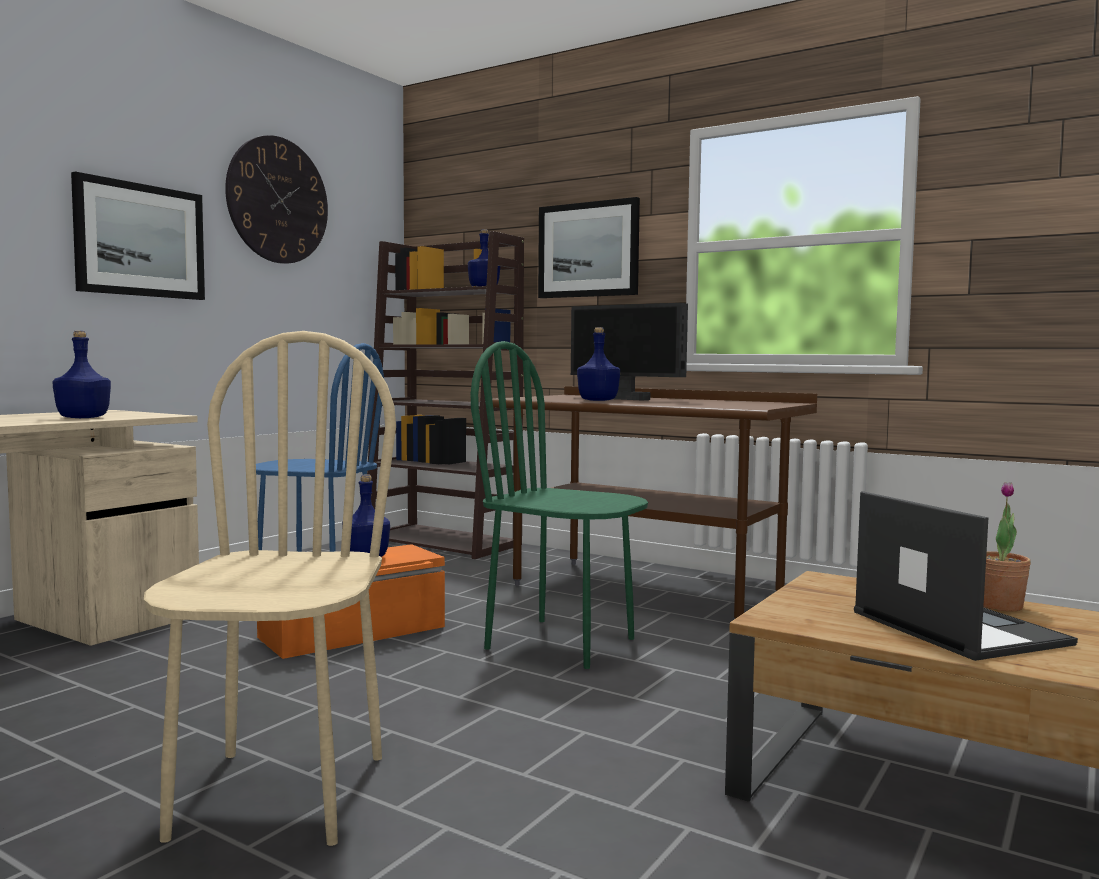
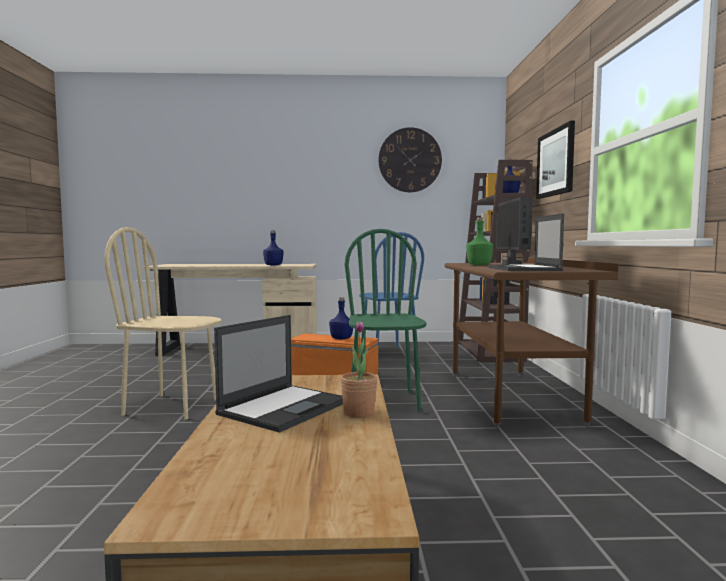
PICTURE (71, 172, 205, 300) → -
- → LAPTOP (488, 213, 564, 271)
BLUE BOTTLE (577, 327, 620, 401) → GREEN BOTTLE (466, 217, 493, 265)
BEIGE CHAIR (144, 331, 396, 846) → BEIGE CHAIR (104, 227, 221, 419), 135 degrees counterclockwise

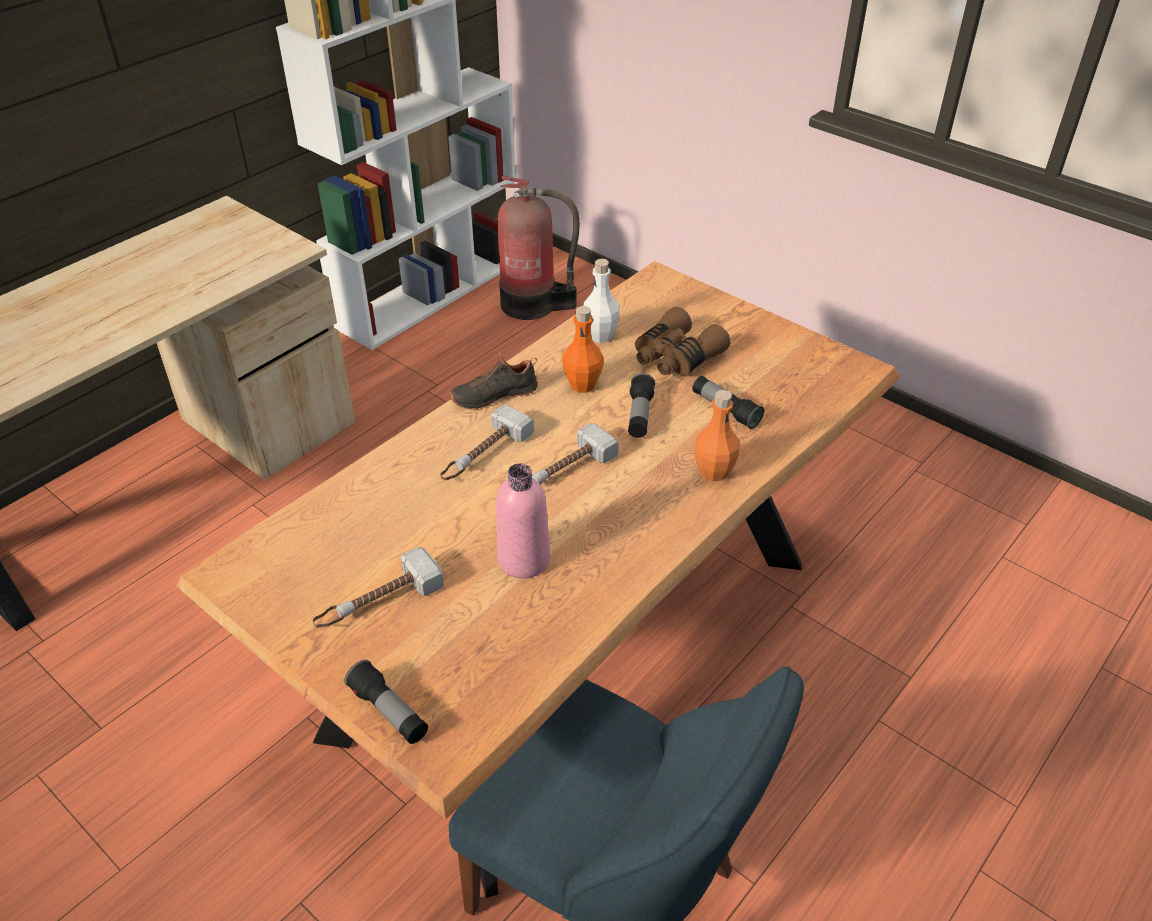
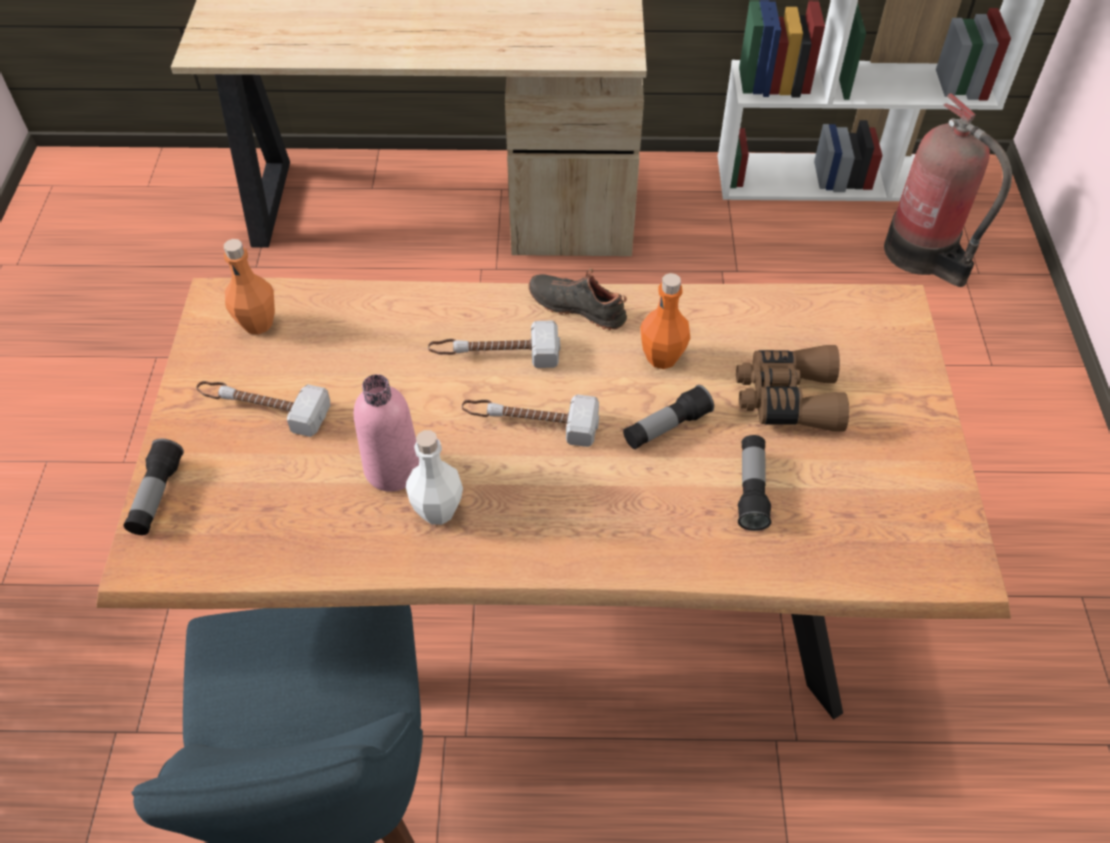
WHITE BOTTLE (583, 259, 620, 343) → WHITE BOTTLE (406, 430, 463, 525), move
ORANGE BOTTLE (695, 390, 740, 481) → ORANGE BOTTLE (224, 239, 275, 334), move

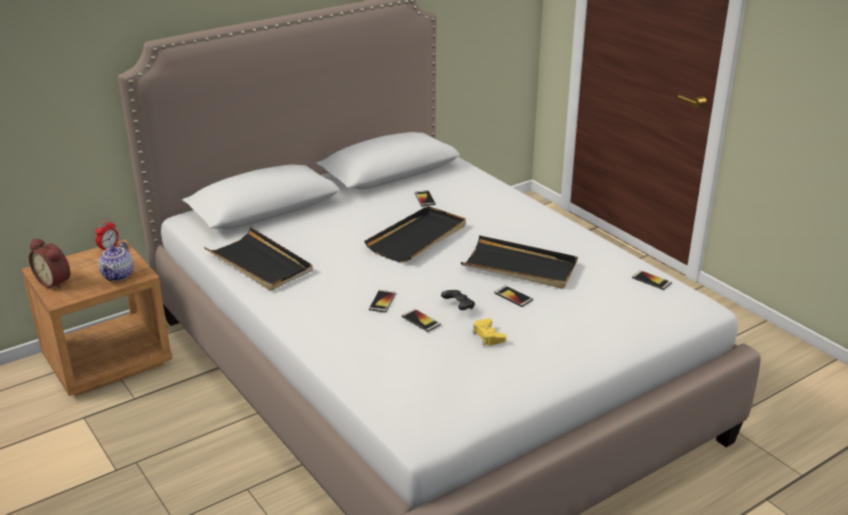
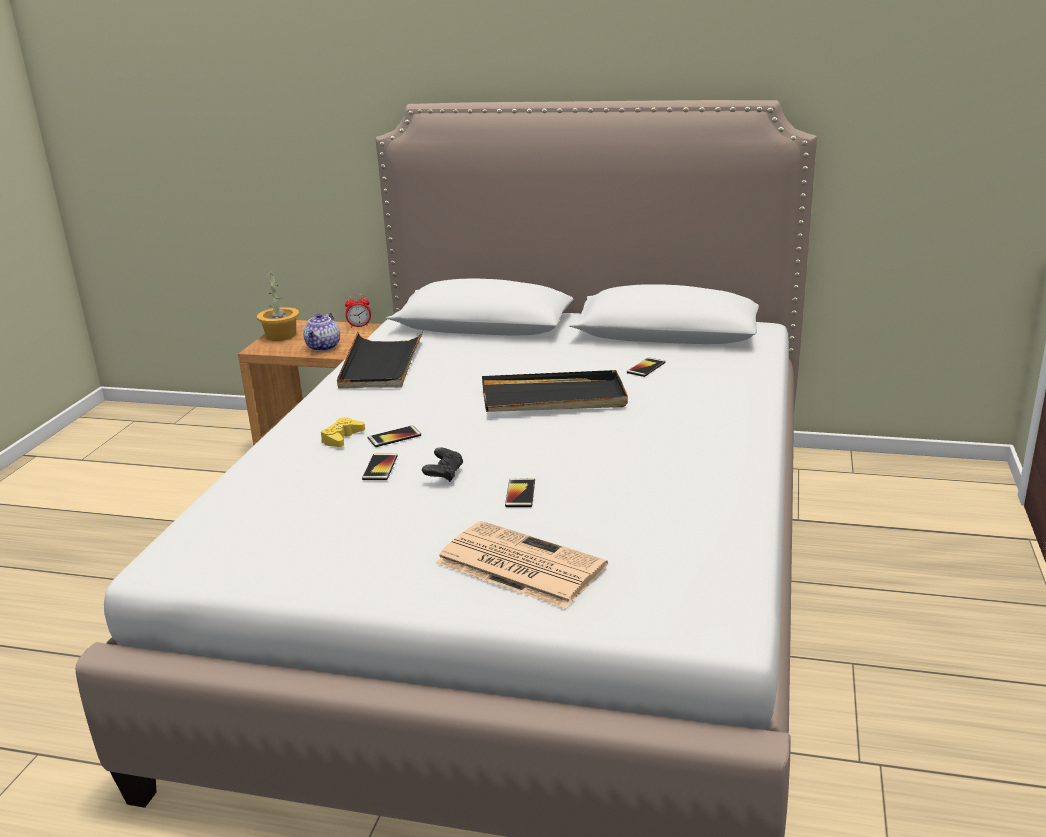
BLACK TRAY (461, 235, 578, 289) → -
PHONE (632, 270, 672, 290) → -
- → NEWSPAPER (436, 521, 608, 608)
YELLOW GAME CONTROLLER (473, 318, 506, 346) → YELLOW GAME CONTROLLER (321, 417, 365, 447), move
ALARM CLOCK (29, 238, 70, 289) → POTTED PLANT (257, 269, 299, 341)
TEAPOT (98, 242, 134, 281) → TEAPOT (303, 312, 340, 352), 45 degrees counterclockwise

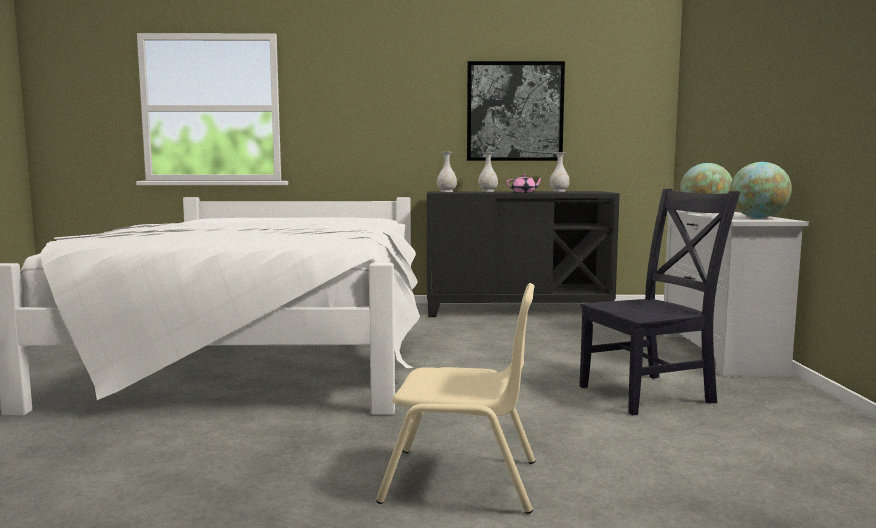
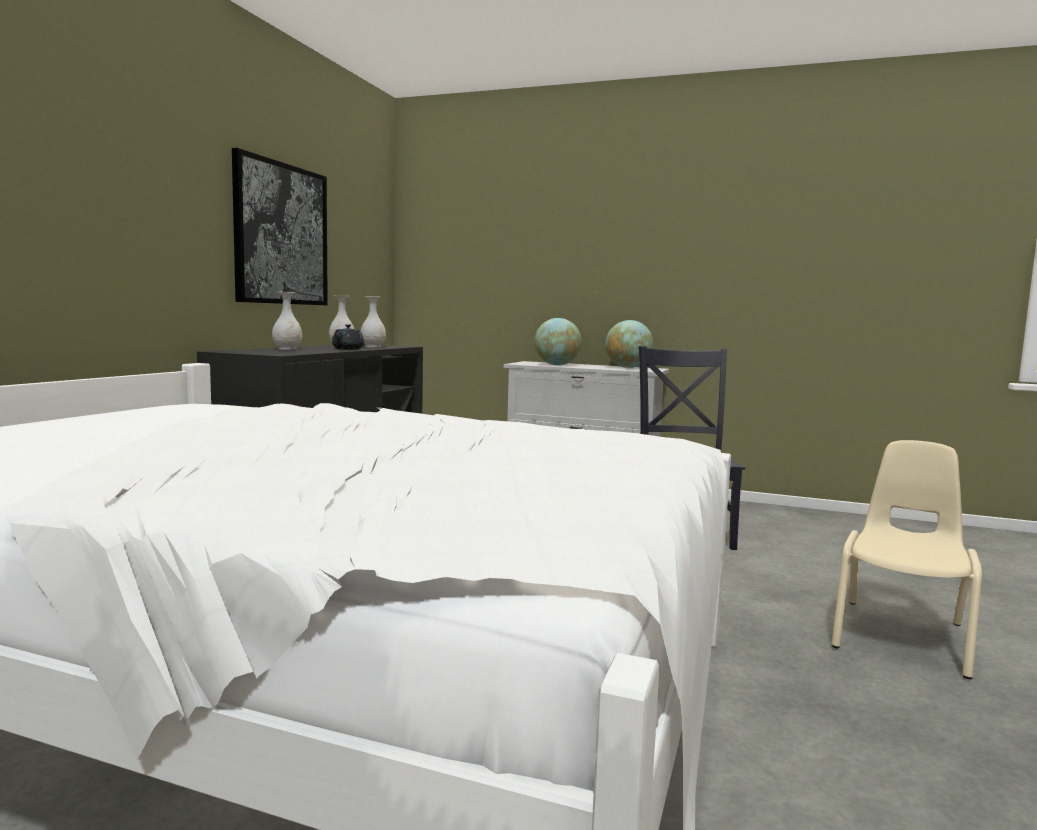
WHITE VASE (437, 152, 457, 192) → WHITE VASE (360, 296, 386, 347), move
PINK TEAPOT (506, 174, 543, 193) → BLACK TEAPOT (332, 324, 364, 350)

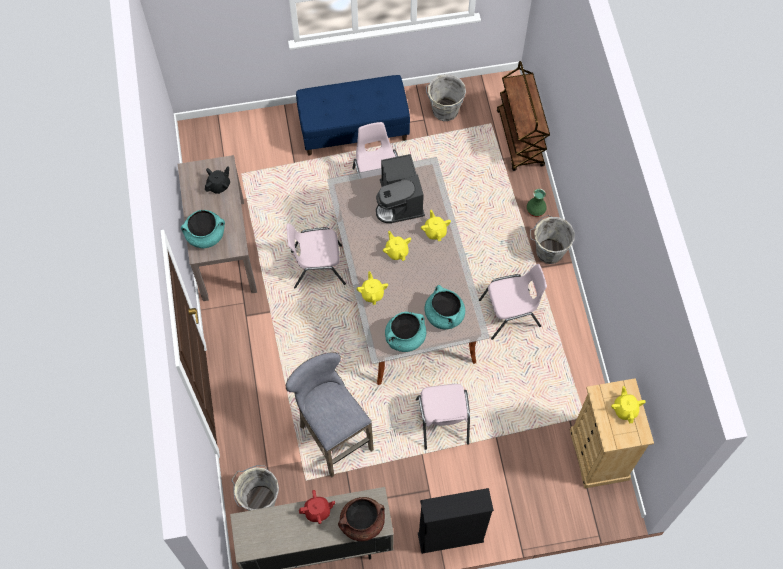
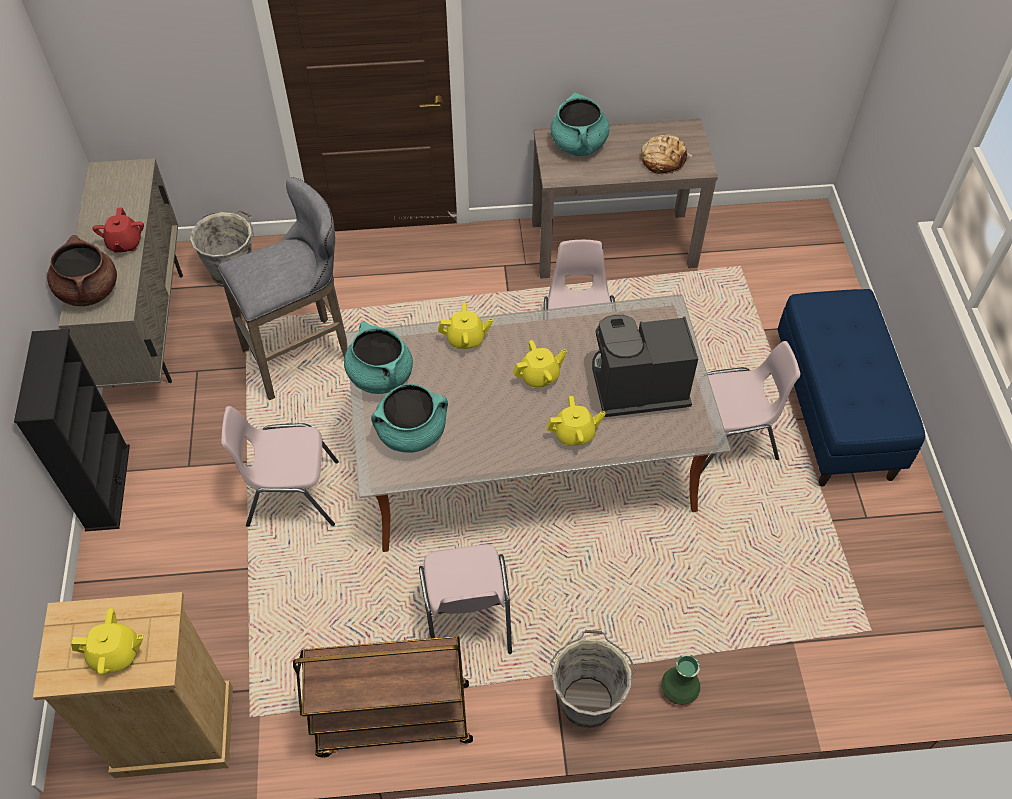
GREY BUCKET (426, 74, 466, 121) → -
BROWN CART (497, 61, 550, 171) → BROWN CART (293, 636, 473, 758), move
BLACK TEAPOT (205, 167, 230, 194) → BREAD (641, 134, 692, 174)

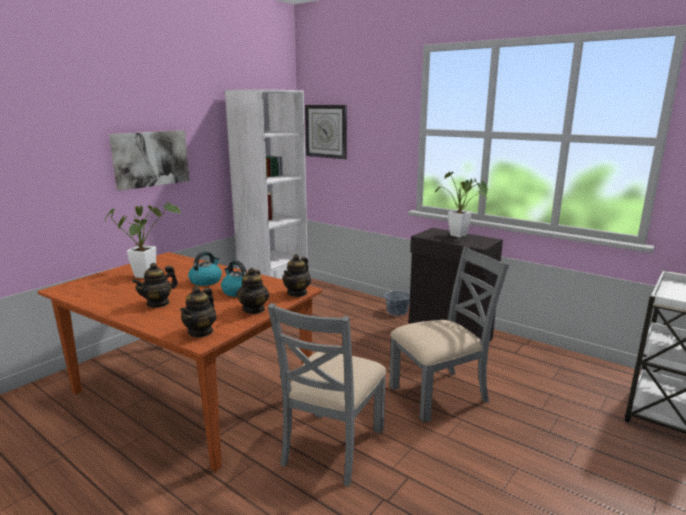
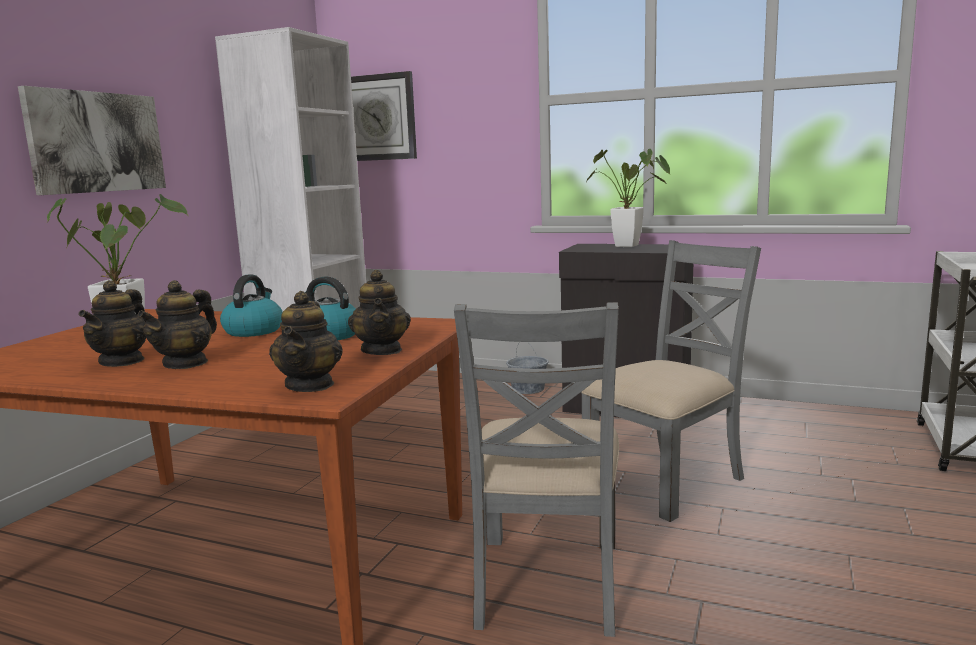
TEAPOT (283, 254, 311, 297) → TEAPOT (79, 280, 146, 367), move

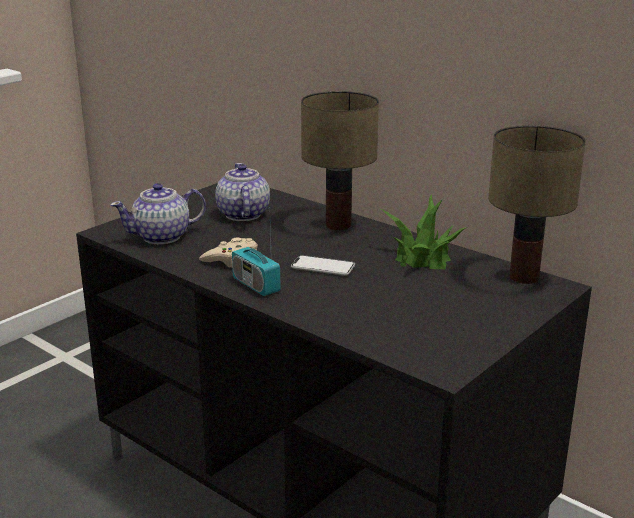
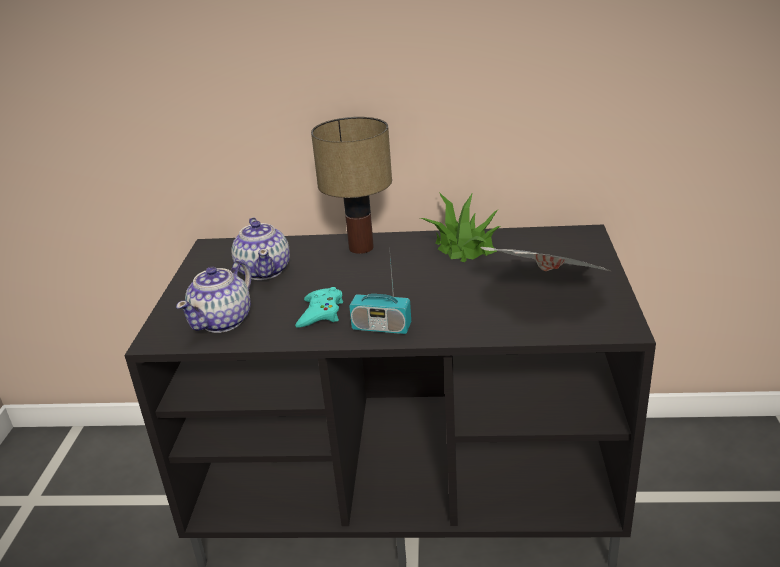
PHONE (291, 255, 355, 276) → -
TABLE LAMP (488, 125, 586, 284) → -
- → NEWSPAPER (481, 247, 610, 271)
BEIGE GAME CONTROLLER (199, 238, 258, 268) → TURQUOISE GAME CONTROLLER (295, 287, 343, 328)
TEAPOT (215, 163, 270, 221) → TEAPOT (231, 217, 290, 280), 150 degrees counterclockwise

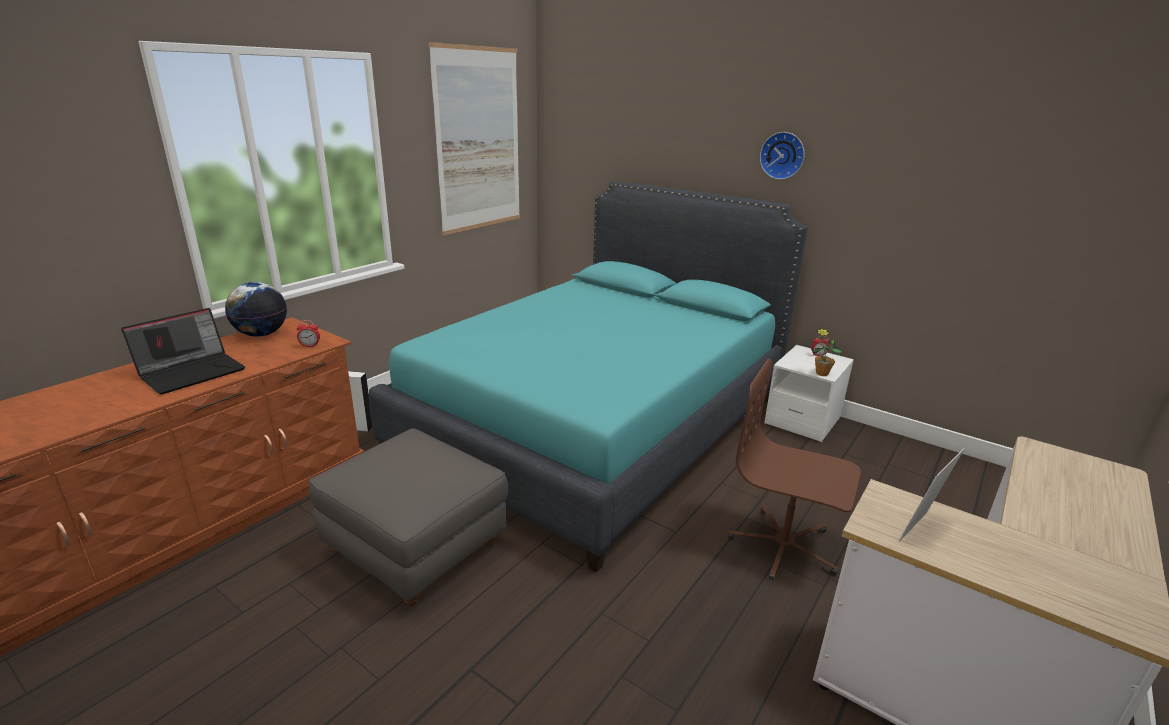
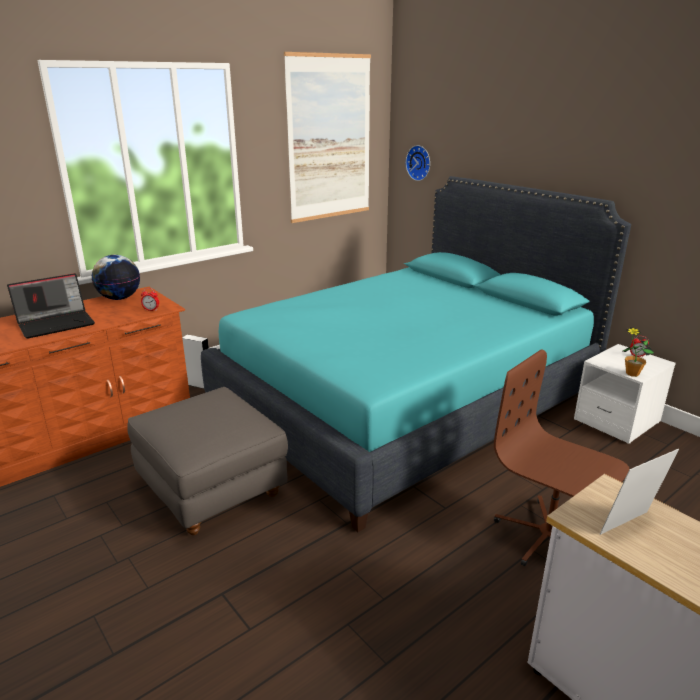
WALL CLOCK (760, 132, 805, 180) → WALL CLOCK (406, 145, 430, 181), move

